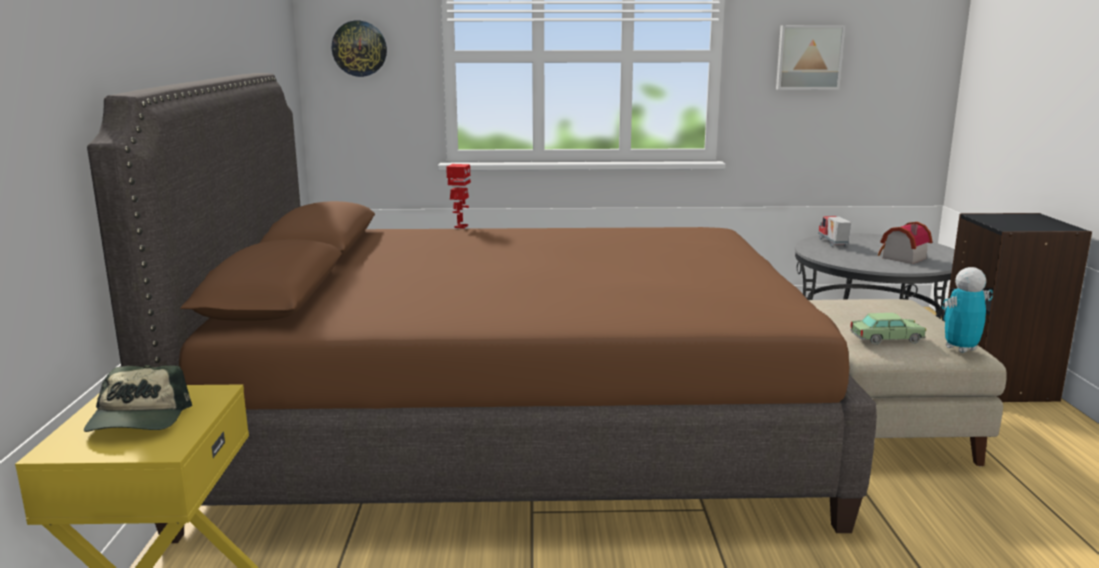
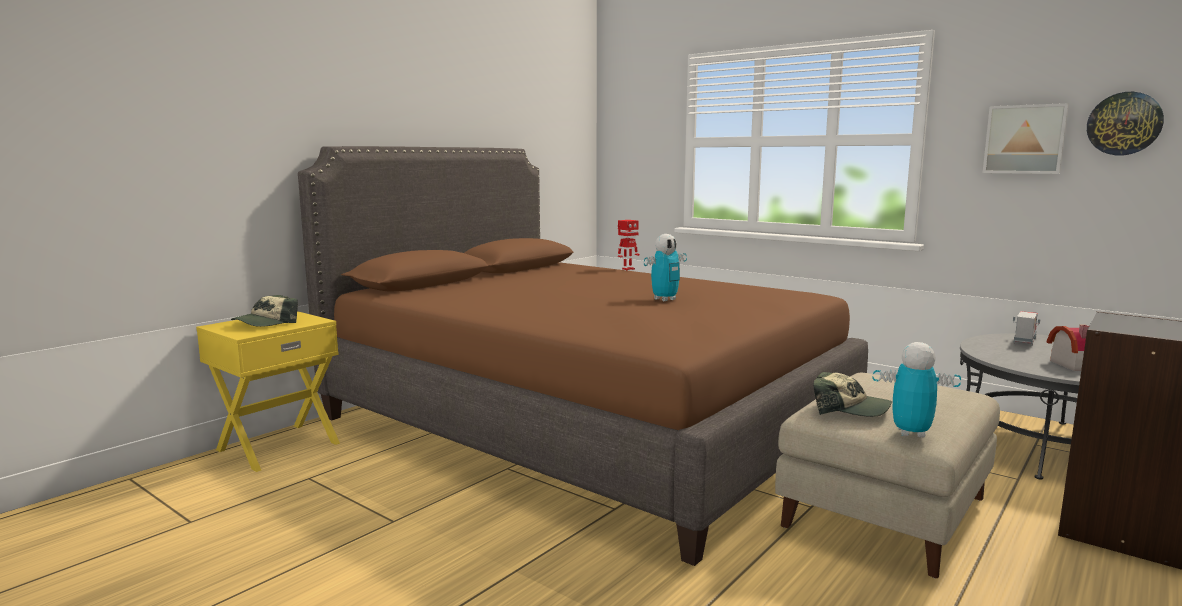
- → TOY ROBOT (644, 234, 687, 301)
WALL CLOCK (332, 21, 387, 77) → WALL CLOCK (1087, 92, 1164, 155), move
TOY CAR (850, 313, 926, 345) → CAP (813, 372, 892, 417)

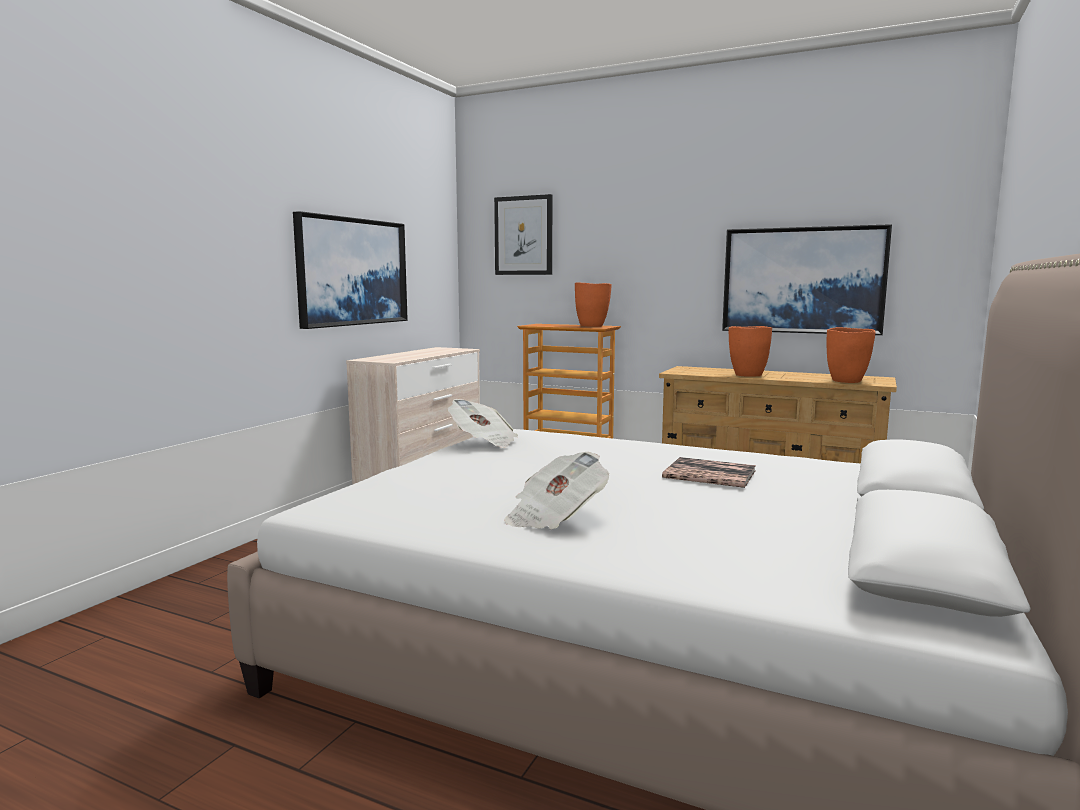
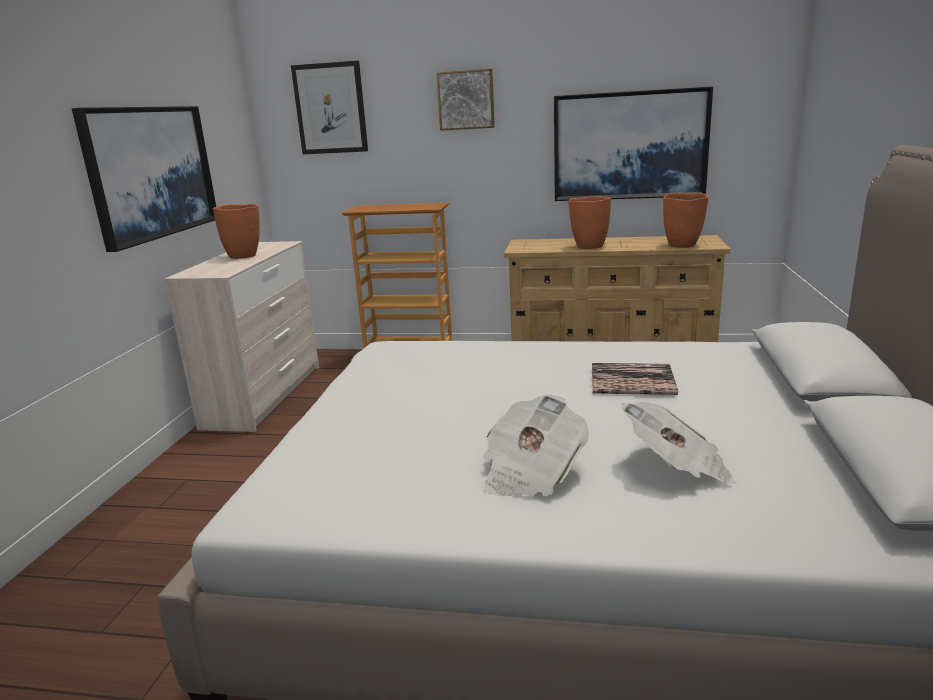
- → PICTURE (436, 68, 494, 131)
NEWSPAPER (448, 399, 518, 448) → NEWSPAPER (622, 402, 736, 484), move
ORANGE VASE (575, 282, 612, 327) → ORANGE VASE (213, 204, 260, 259), move

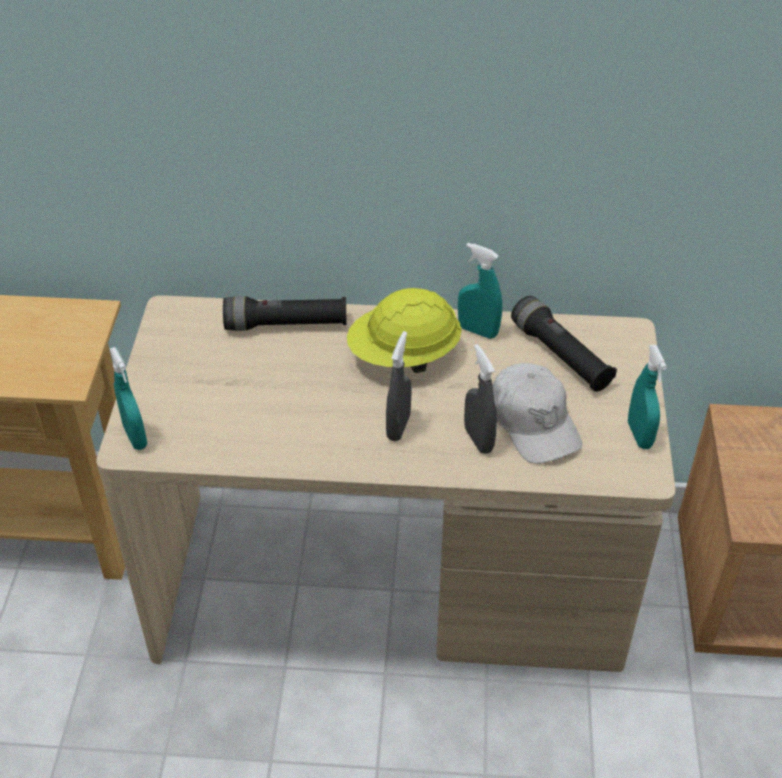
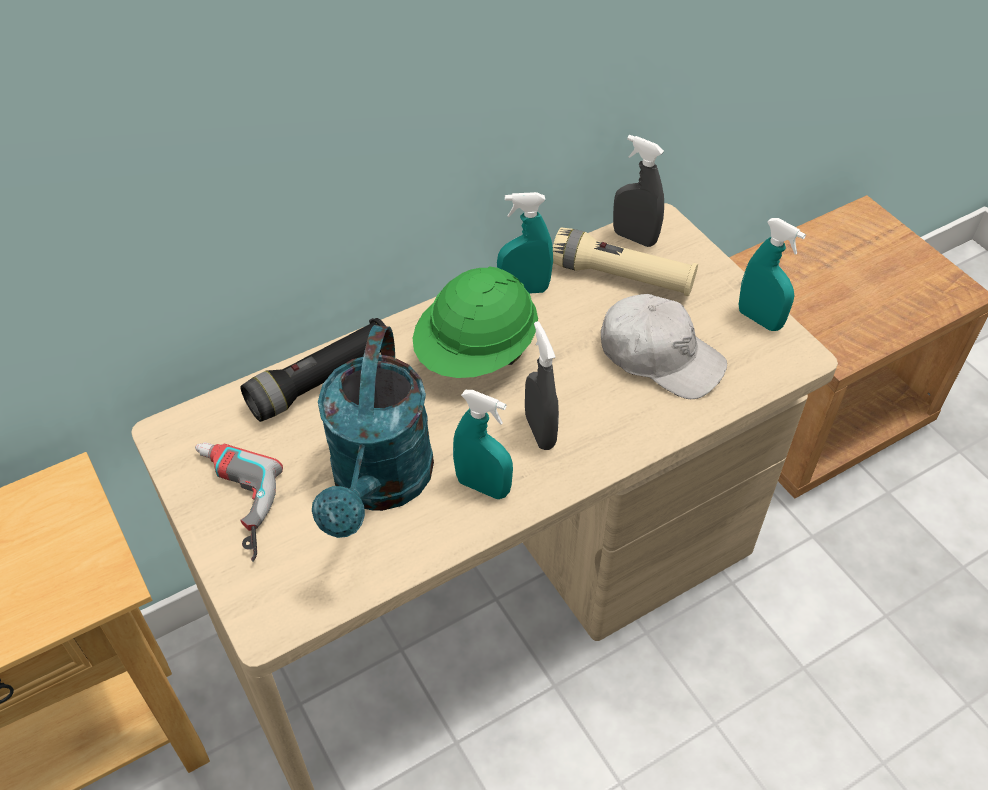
- → POWER DRILL (195, 442, 283, 562)
- → TURQUOISE WATERING CAN (312, 325, 434, 538)
TURQUOISE SPRAY BOTTLE (110, 347, 147, 450) → TURQUOISE SPRAY BOTTLE (453, 390, 513, 499), move
GREY SPRAY BOTTLE (464, 344, 497, 454) → GREY SPRAY BOTTLE (613, 135, 664, 247), move
YELLOW HARD HAT (347, 288, 462, 373) → GREEN HARD HAT (413, 266, 538, 378)
BLACK FLASHLIGHT (511, 296, 617, 392) → BEIGE FLASHLIGHT (553, 228, 698, 296)

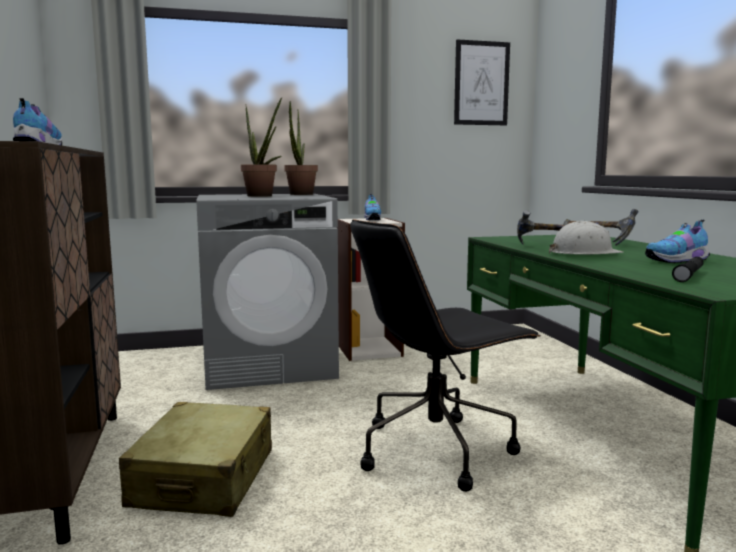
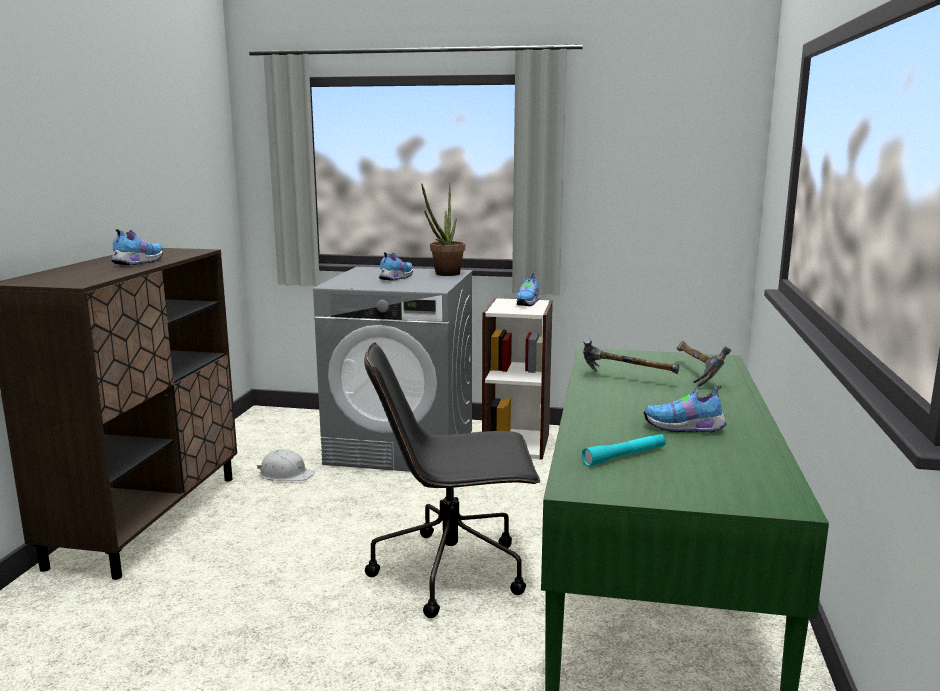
BEIGE SUITCASE (119, 402, 272, 517) → -
PICTURE (454, 39, 510, 125) → -
WHITE HARD HAT (549, 221, 624, 255) → WHITE HARD HAT (257, 449, 315, 481), move
POTTED PLANT (241, 97, 282, 197) → SHOE (379, 252, 413, 281)
BLACK FLASHLIGHT (672, 257, 704, 282) → TURQUOISE FLASHLIGHT (582, 434, 666, 466)

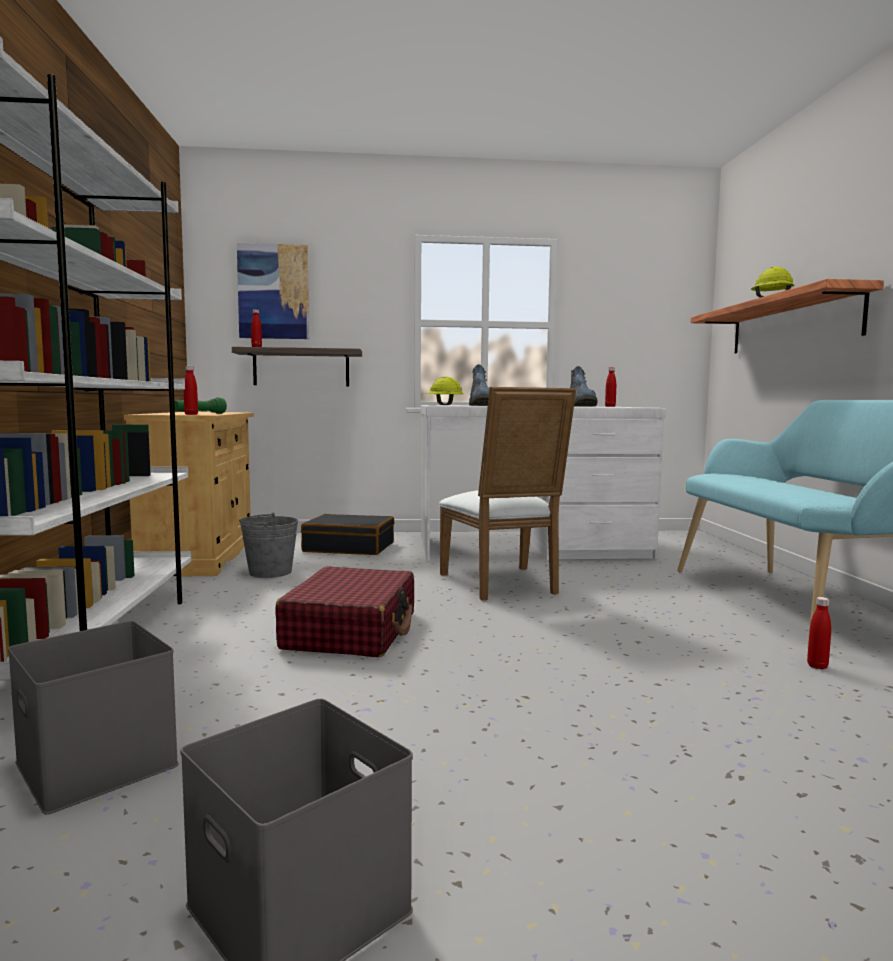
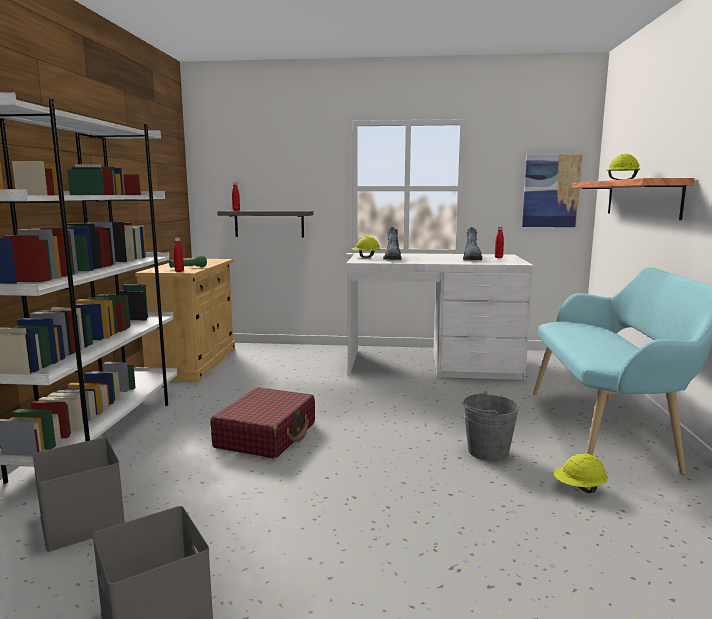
BLACK SUITCASE (301, 514, 394, 555) → -
WHITE CHAIR (439, 387, 576, 601) → -
PICTURE (237, 243, 309, 339) → PICTURE (522, 154, 582, 227), move
GREY BUCKET (239, 513, 298, 578) → GREY BUCKET (462, 391, 519, 461), move
RED BOTTLE (807, 597, 831, 669) → YELLOW HARD HAT (554, 454, 608, 493)

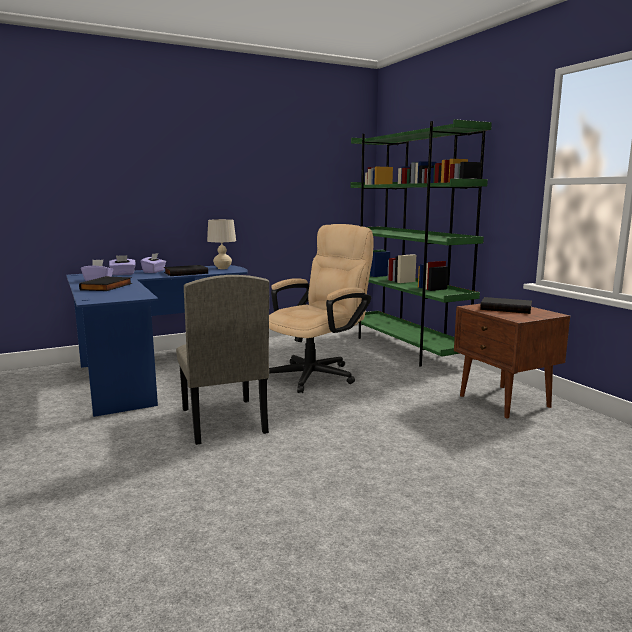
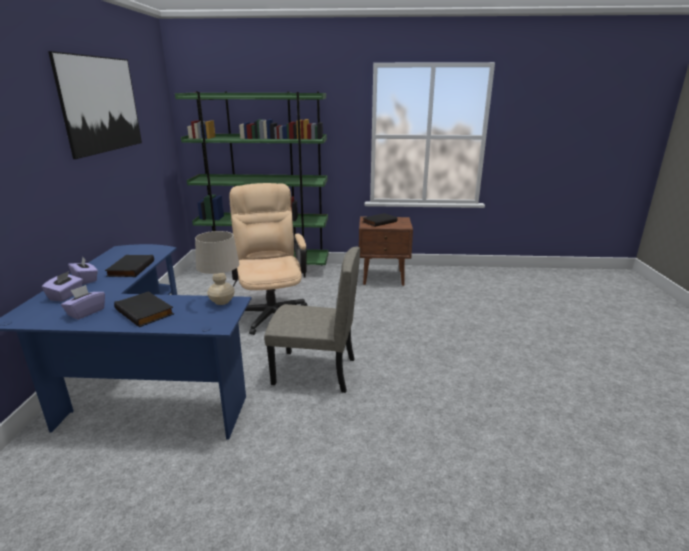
- → PICTURE (48, 51, 142, 159)
BEIGE TABLE LAMP (207, 219, 236, 269) → BEIGE TABLE LAMP (195, 231, 239, 305), move

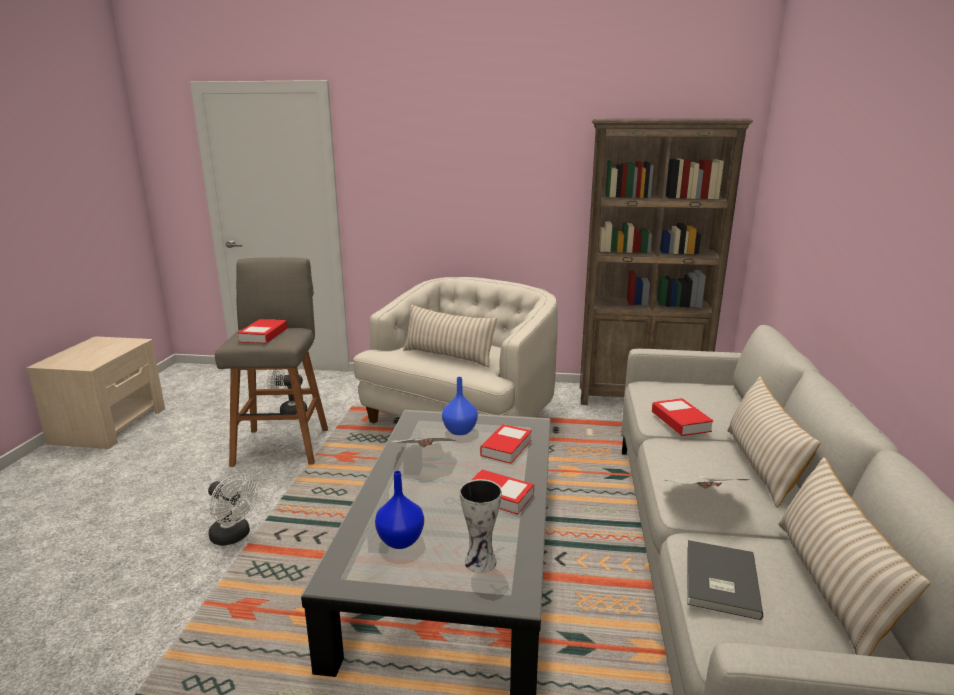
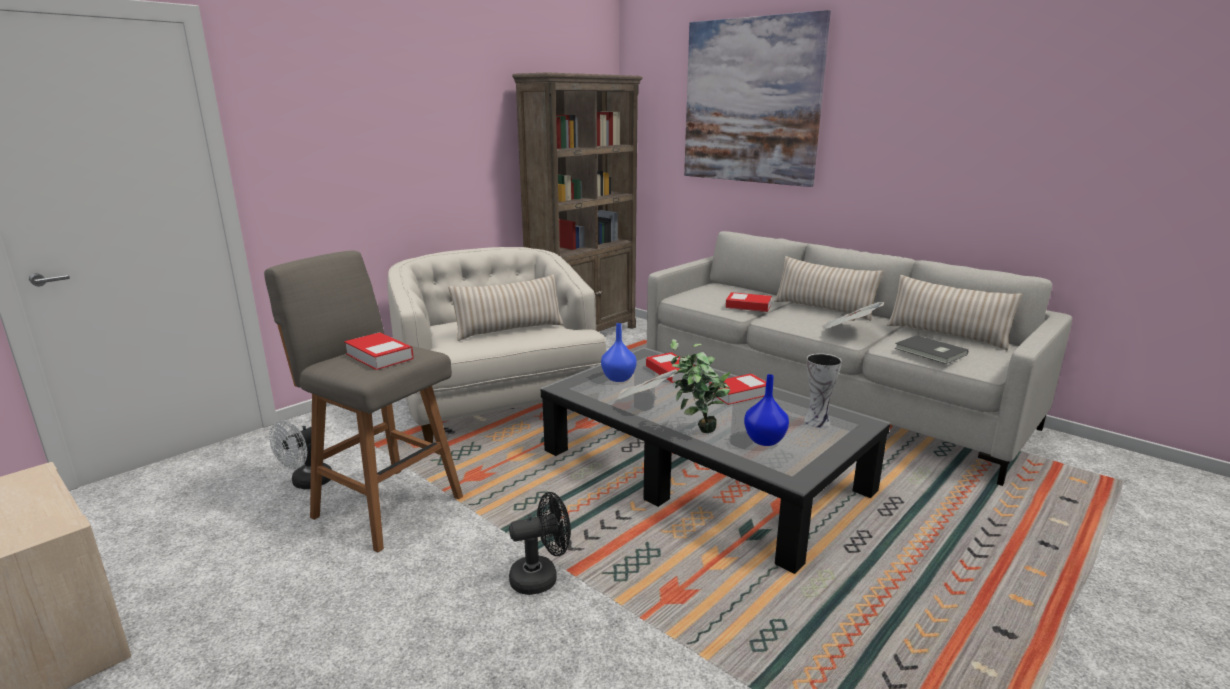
- → POTTED PLANT (670, 339, 731, 433)
- → PICTURE (684, 10, 831, 187)
WHITE FAN (208, 474, 258, 546) → BLACK FAN (509, 492, 571, 595)

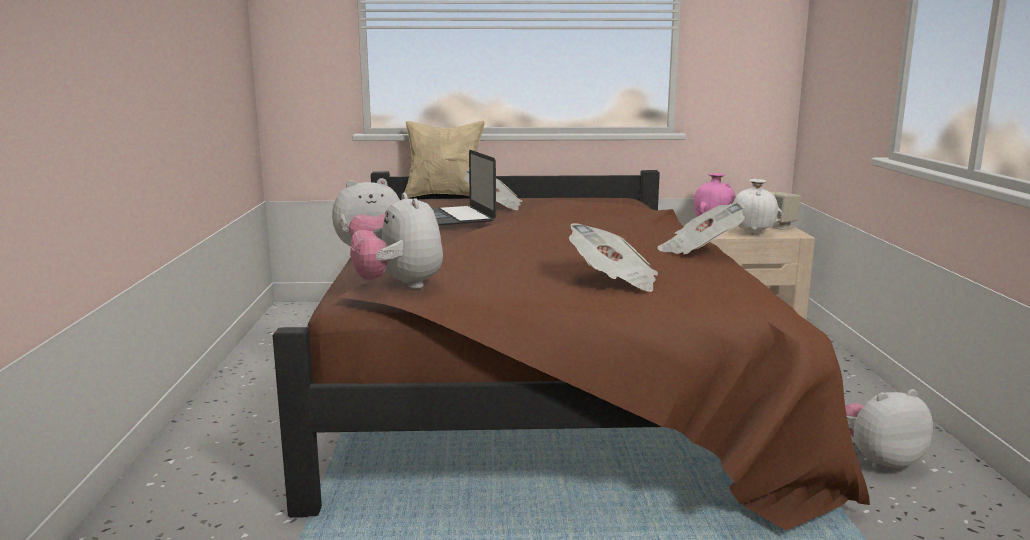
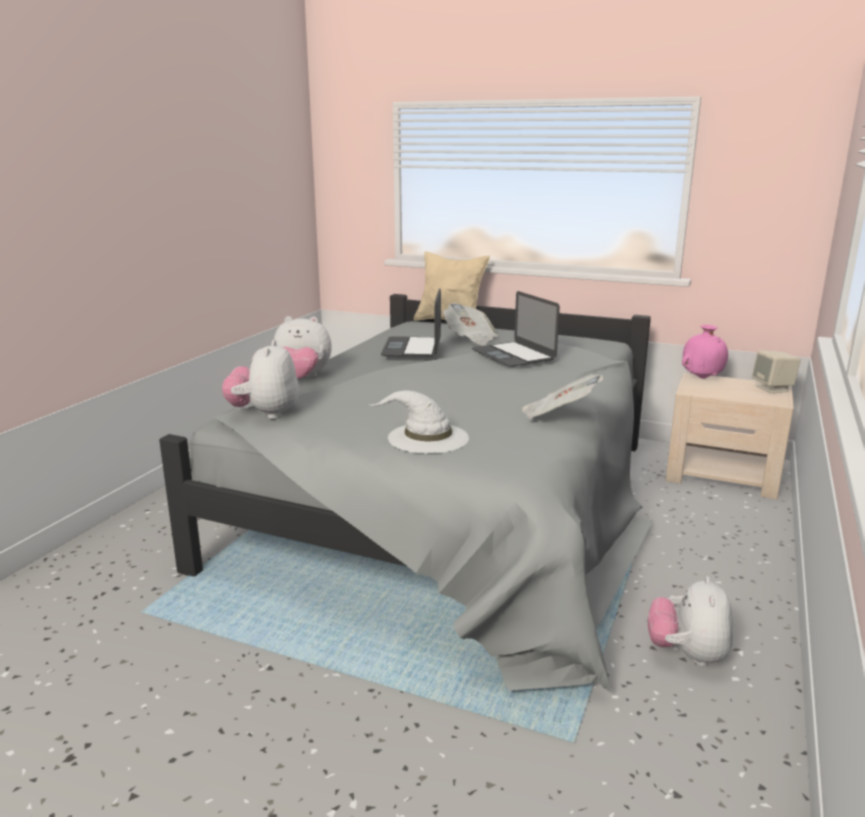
WHITE VASE (733, 179, 783, 235) → -
- → LAPTOP (472, 291, 560, 367)
NEWSPAPER (569, 223, 658, 292) → WHITE HAT (368, 390, 469, 454)
BROWN BED (273, 170, 870, 530) → GREY BED (159, 294, 653, 692)
PLUSH TOY (845, 389, 933, 471) → PLUSH TOY (648, 576, 733, 666), 90 degrees counterclockwise

